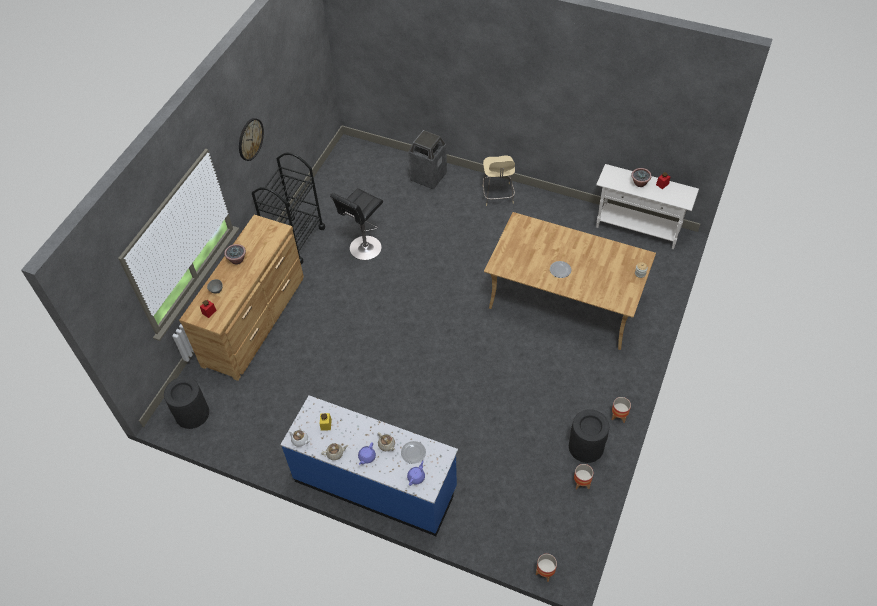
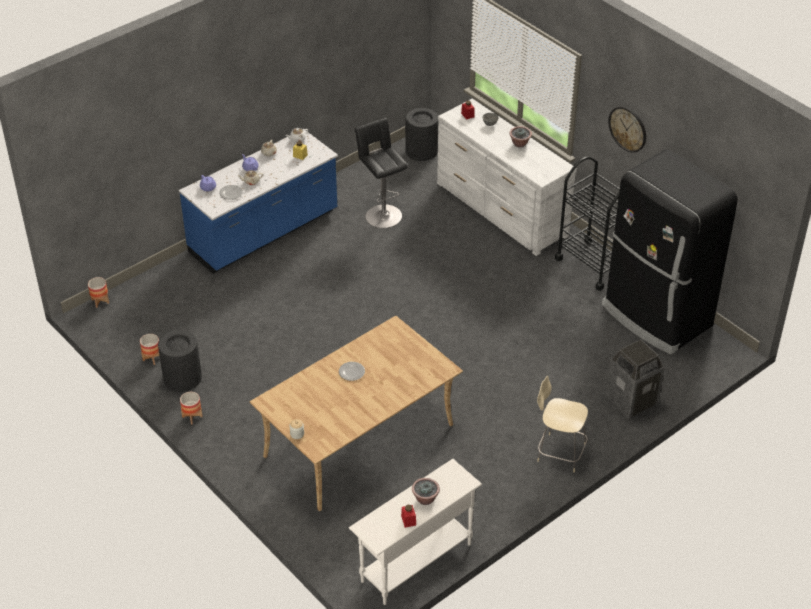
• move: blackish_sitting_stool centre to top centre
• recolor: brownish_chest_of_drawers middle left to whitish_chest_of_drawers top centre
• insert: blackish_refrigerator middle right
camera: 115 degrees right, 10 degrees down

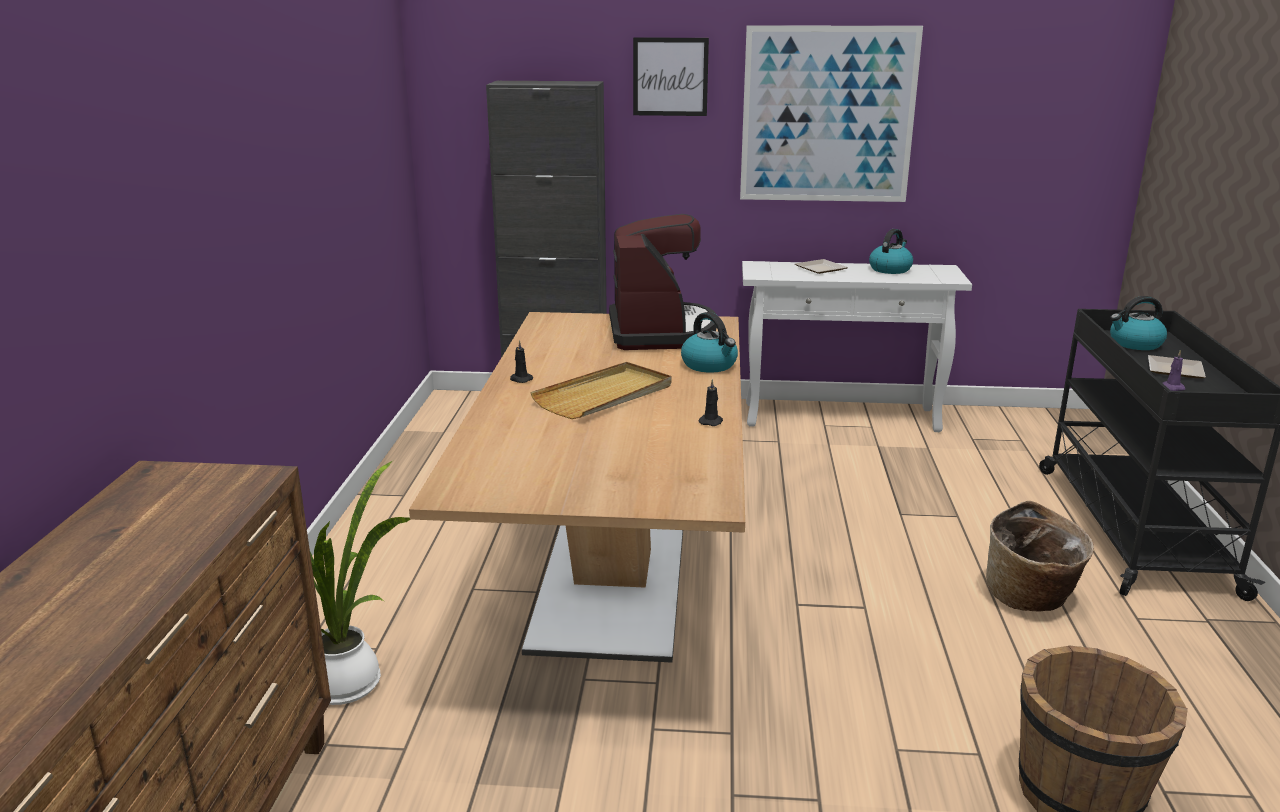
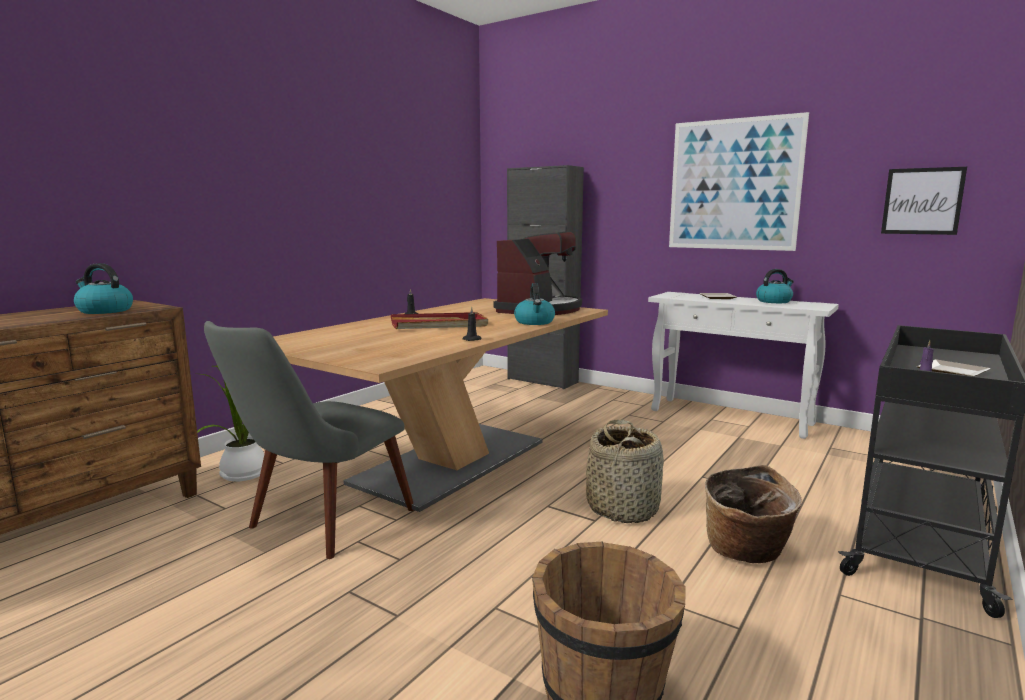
• move: picture (1st from left in the first image) top centre to picture (2nd from left) top right
• move: water_kettle (3rd from left in the first image) middle right to water_kettle (1st from left) middle left
• recolor: sand-coloured_tray centre to red-coloured_tray centre
• insert: greyish_plain_chair middle left
• insert: basket (1st from left) bottom centre
camera: 30 degrees right, 10 degrees down

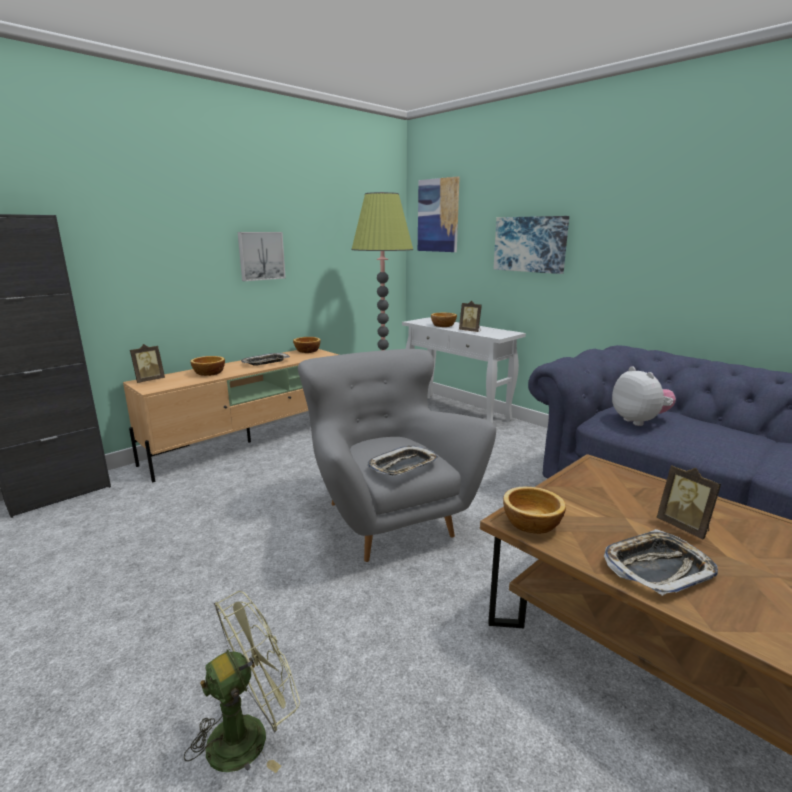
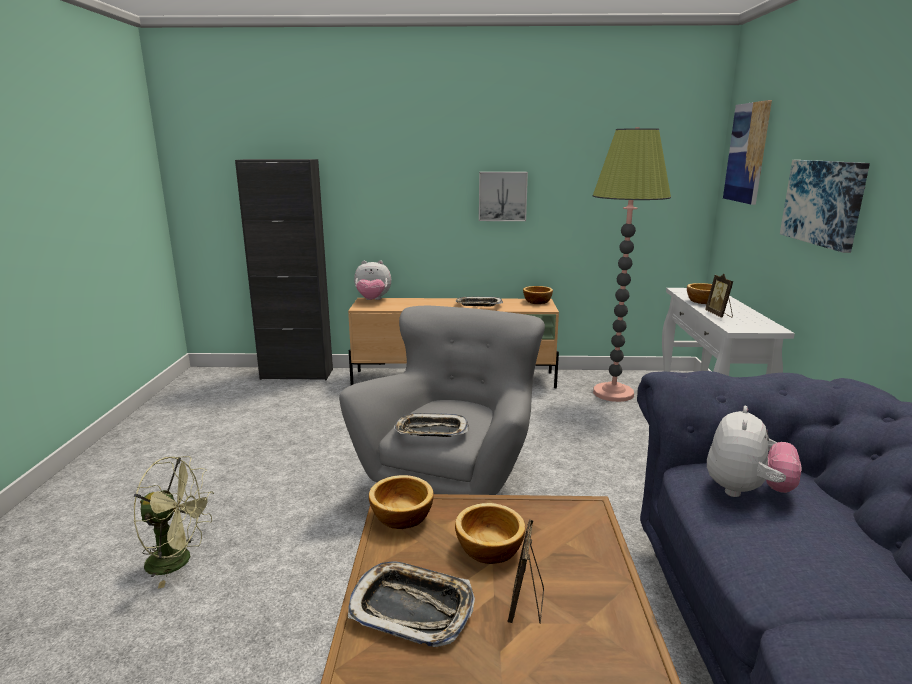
• replace: standing_frame (1st from left) middle left to cuddly_toy (1st from left) centre
• move: deep_dish (1st from left in the first image) middle left to deep_dish (2nd from left) bottom centre
camera: 45 degrees right, 0 degrees up

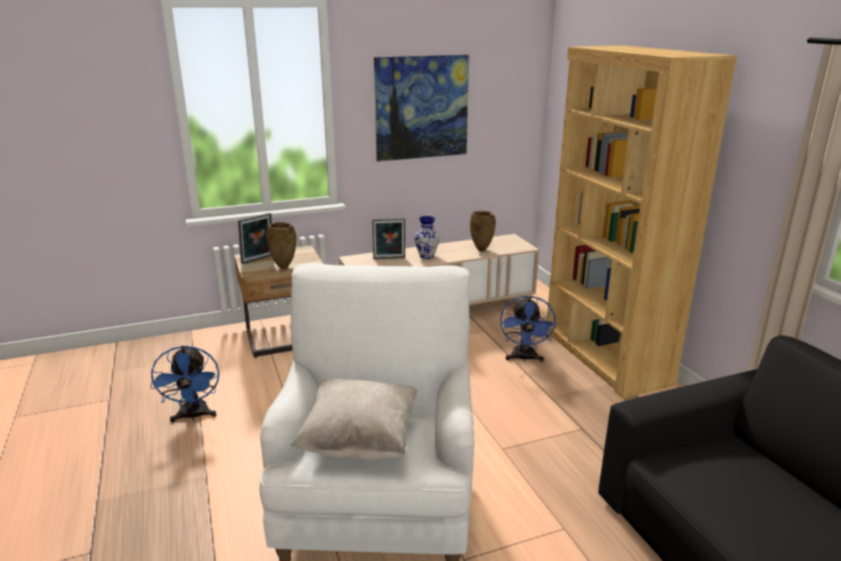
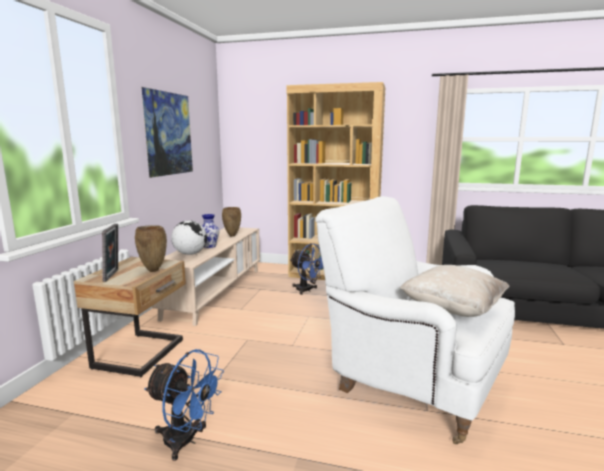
• replace: standing_frame (2nd from left) centre to world_globe middle left
camera: 55 degrees left, 10 degrees down

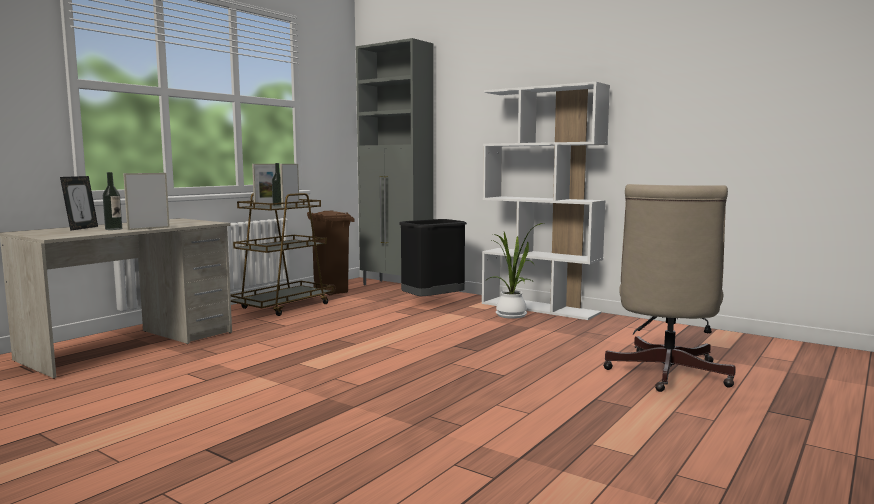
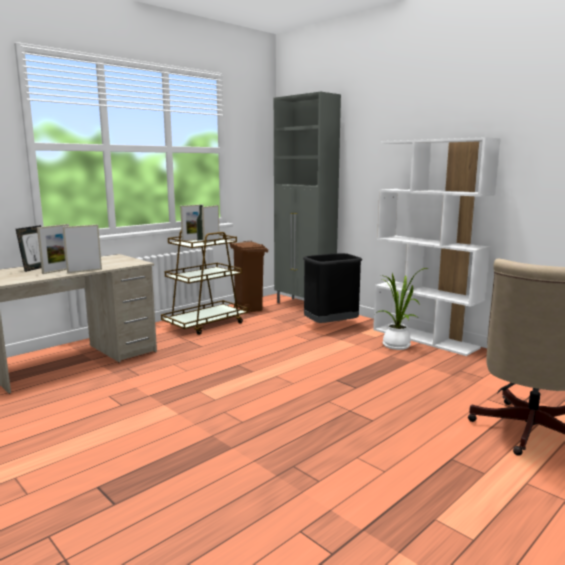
• replace: bottle (1st from left) middle left to standing_frame (2nd from left) middle left
camera: 10 degrees right, 5 degrees up

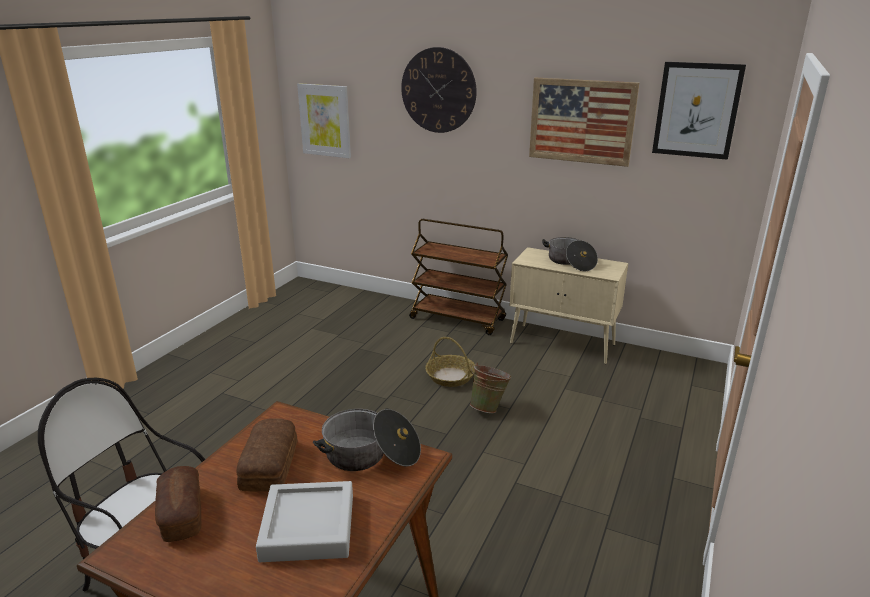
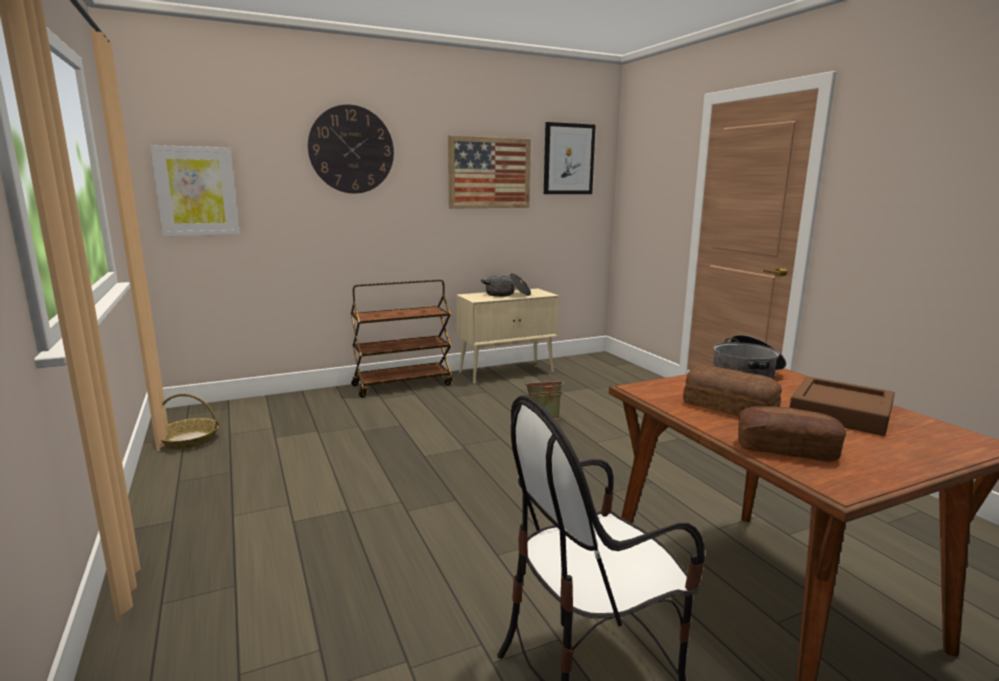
• move: basket centre to middle left
• recolor: greyish_tray bottom centre to brownish_tray middle right
camera: 50 degrees left, 10 degrees down

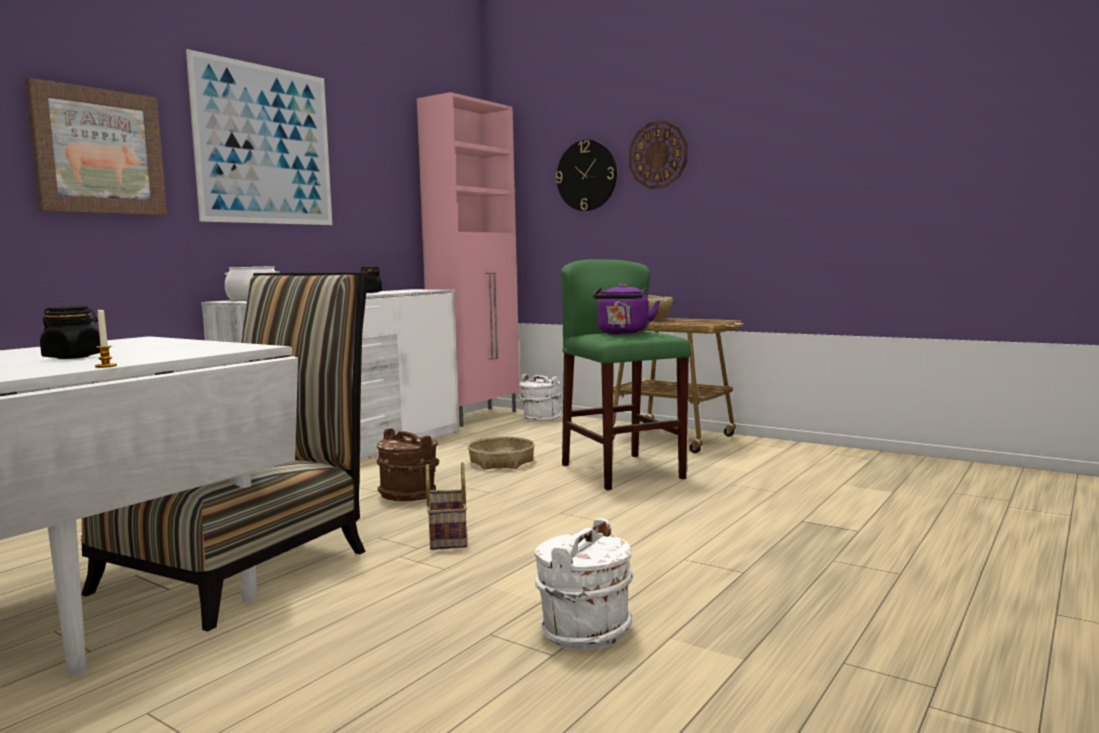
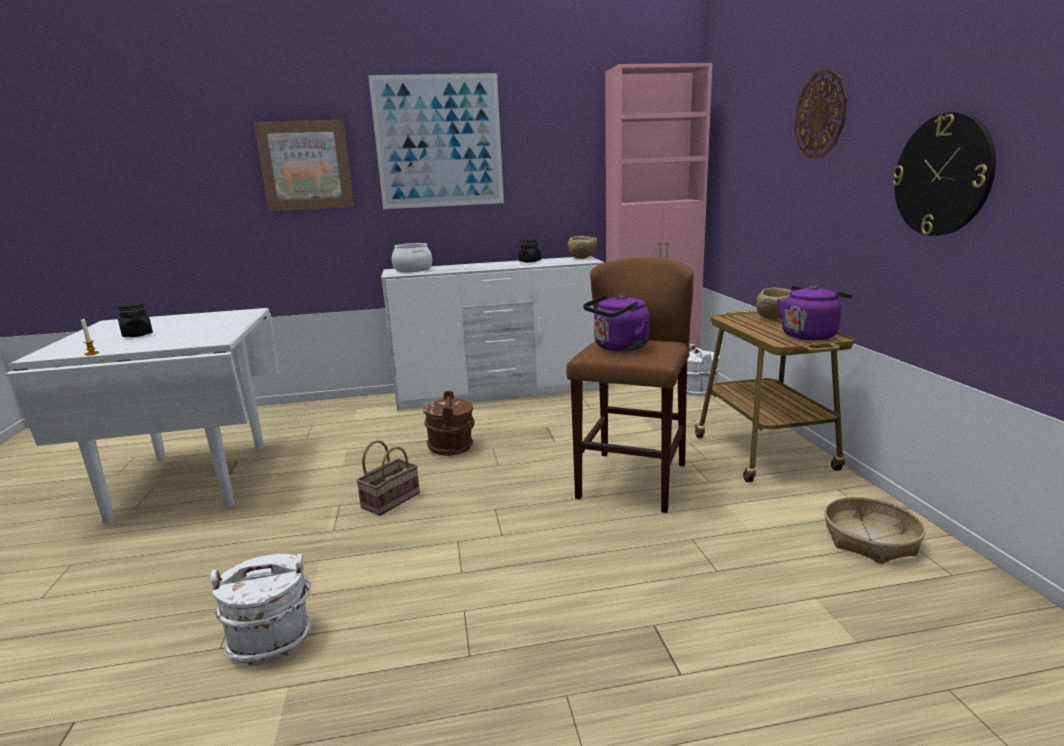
• move: clock_on_the_wall (1st from left in the first image) top centre to clock_on_the_wall (2nd from left) top right
• recolor: green-coloured_sitting_stool centre to brownish_sitting_stool centre
• delete: plain_chair middle left
• move: basket (2nd from left) centre to bottom right
• insert: sand-coloured_deep_dish (1st from left) top centre
• insert: purplish_water_kettle (2nd from left) middle right
camera: 45 degrees right, 10 degrees up

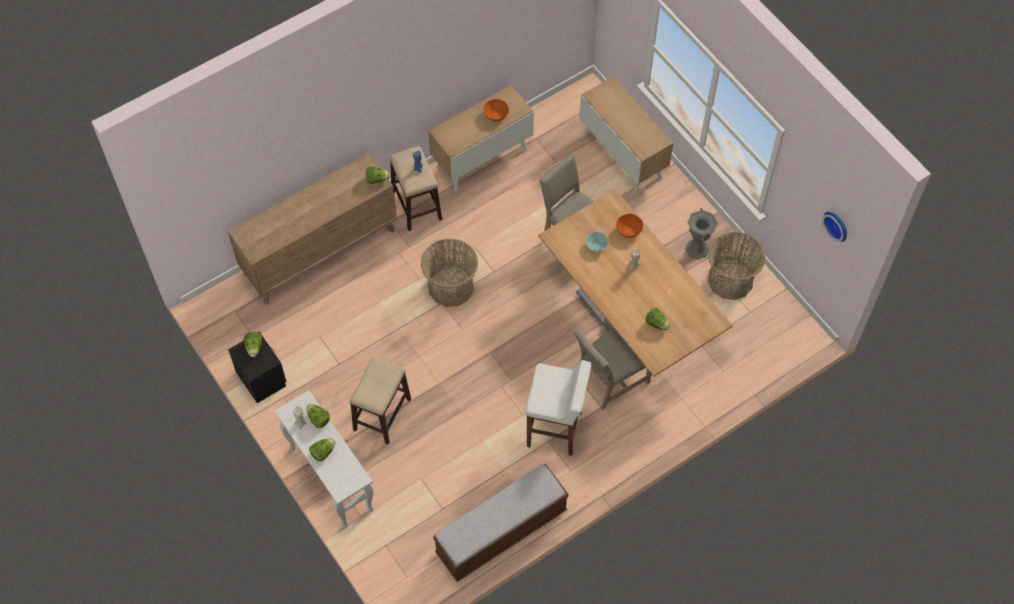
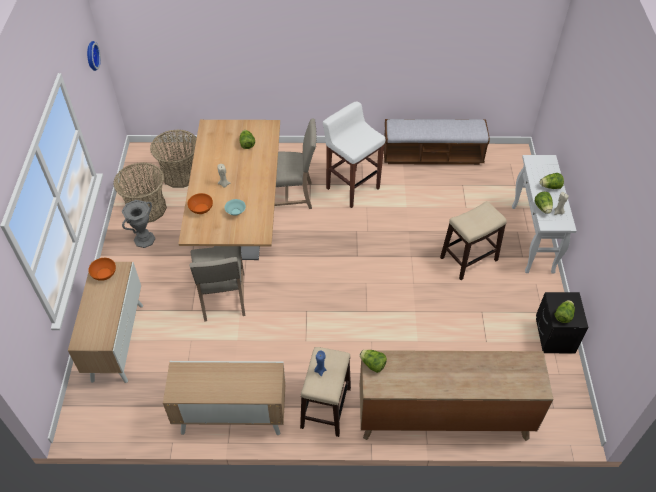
• move: orangey_deep_dish (1st from left) top centre to middle left
• move: basket (1st from left in the first image) centre to basket (2nd from left) top left
camera: 145 degrees left, 10 degrees down

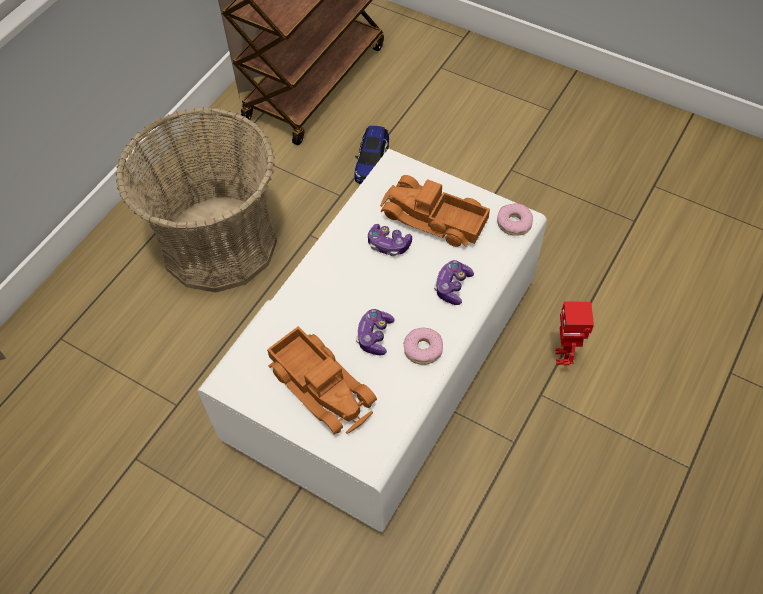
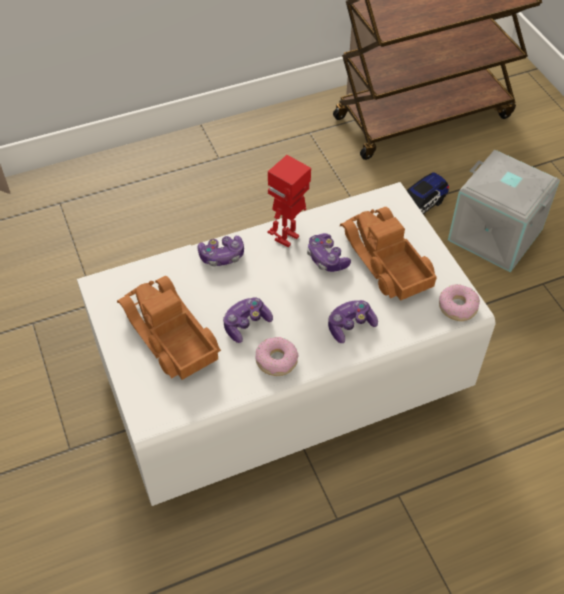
• delete: basket middle left
• move: robot_figure middle right to centre
• rotate: toy_truck (1st from left) centre = middle left 150 degrees clockwise
• insert: greyish_storage_container middle right
• insert: game_controller (1st from left) centre
camera: 35 degrees right, 5 degrees down

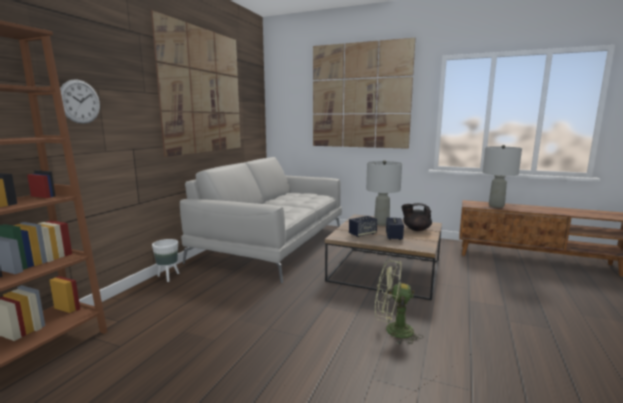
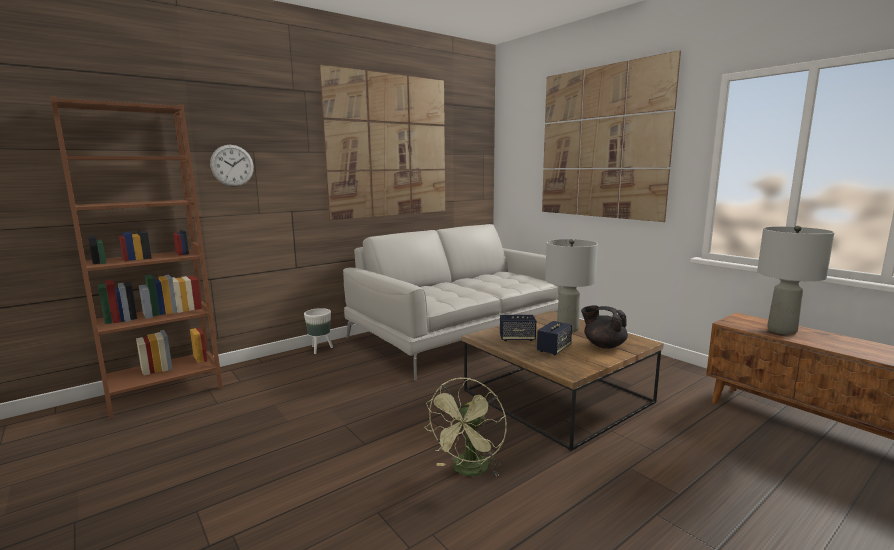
• rotate: green-coloured_fan bottom centre = bottom centre 105 degrees counterclockwise
camera: 30 degrees right, 0 degrees up

